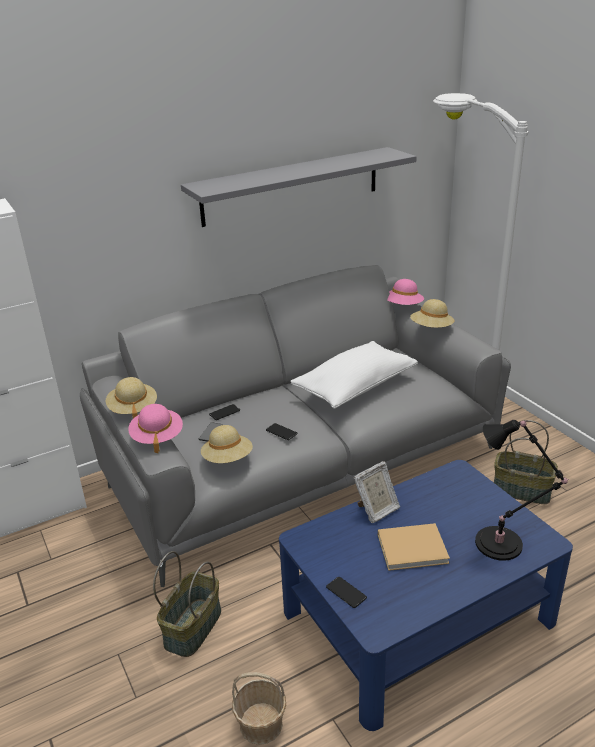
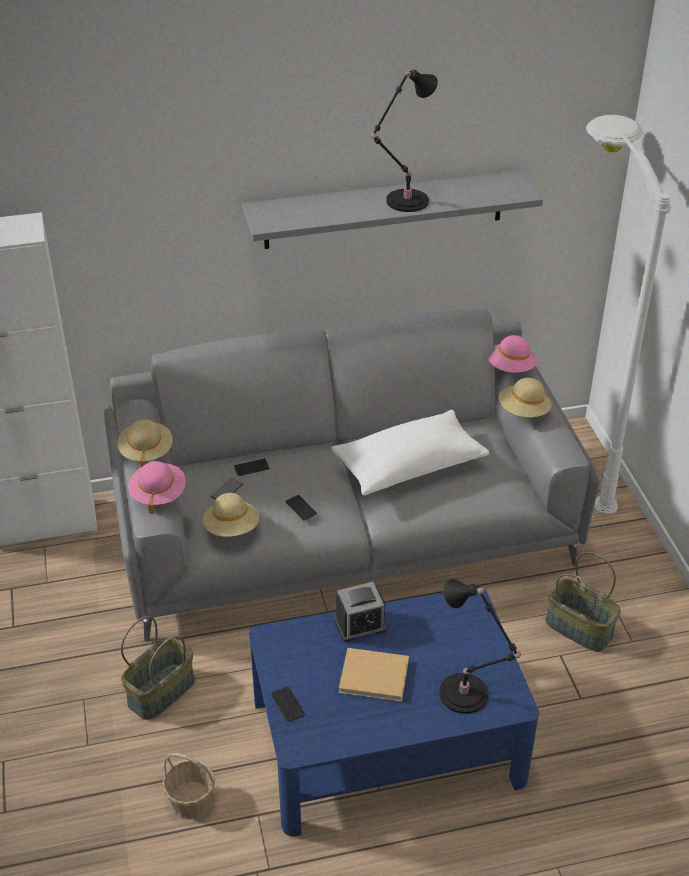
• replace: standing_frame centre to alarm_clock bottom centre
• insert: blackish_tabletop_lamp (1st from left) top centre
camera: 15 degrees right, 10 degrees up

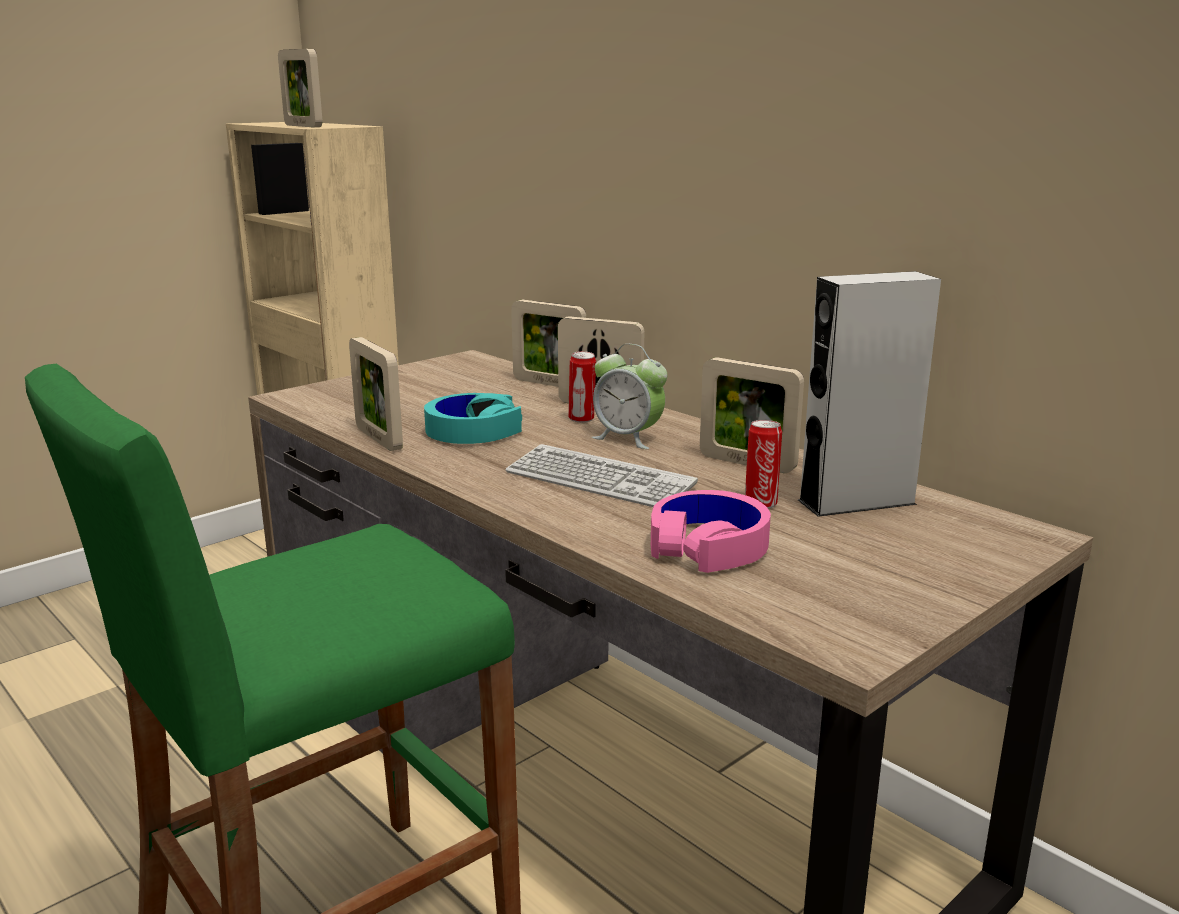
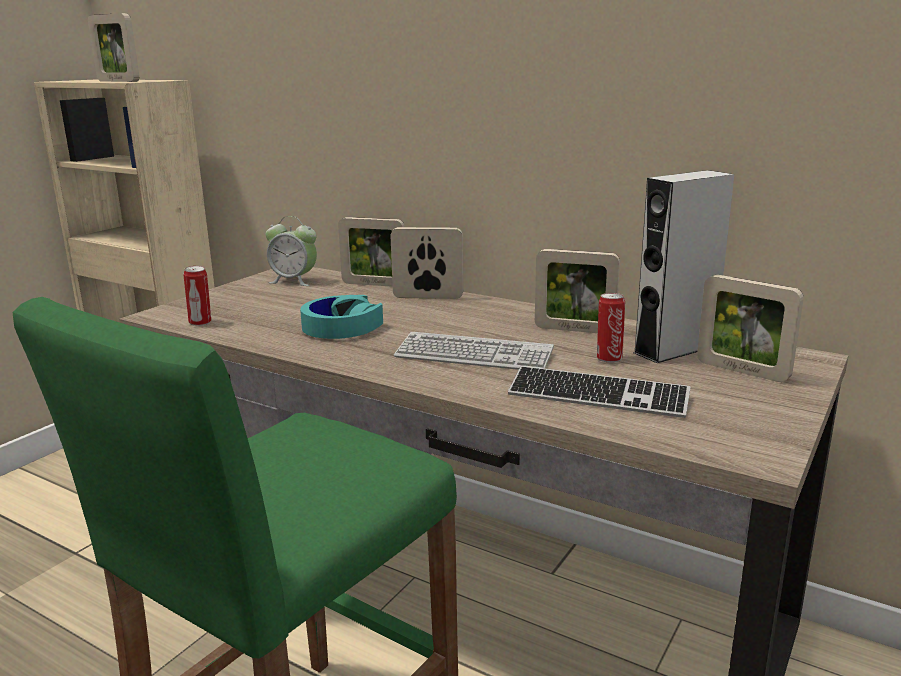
• move: standing_frame (2nd from left in the first image) middle left to standing_frame (5th from left) middle right
• move: alarm_clock centre to middle left
• move: metal_can (1st from left) centre to middle left
• replace: pink_headset centre to computer_keyboard (2nd from left) centre
camera: 15 degrees left, 0 degrees up

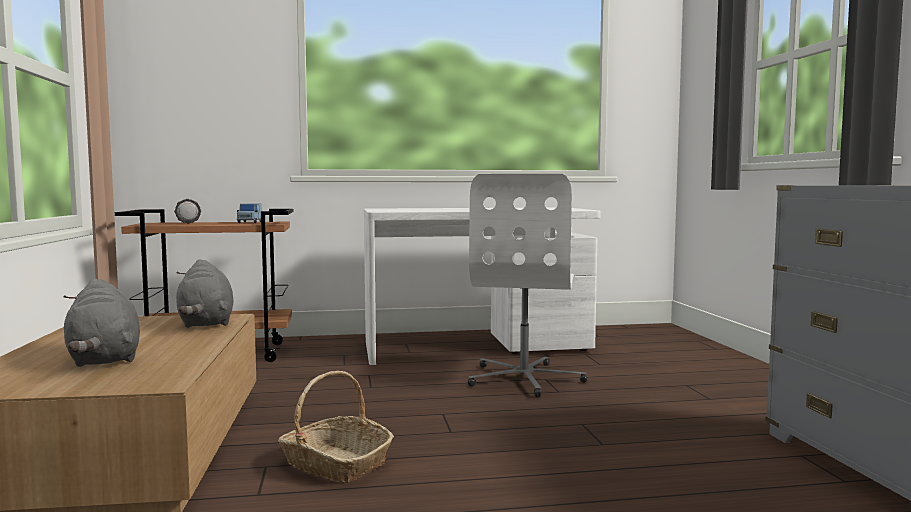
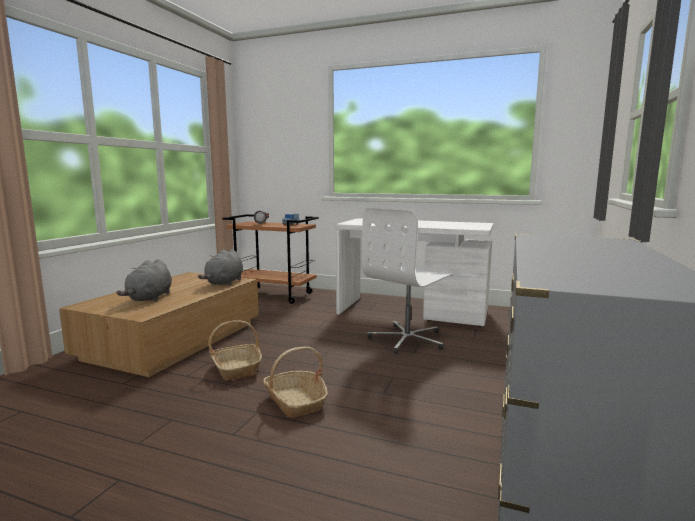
• insert: basket (2nd from left) bottom centre
camera: 30 degrees right, 5 degrees up

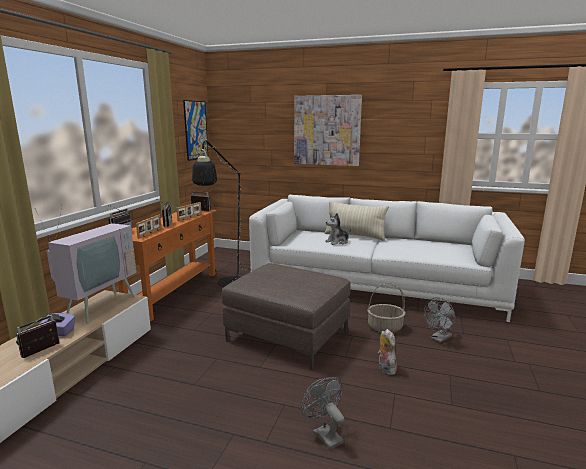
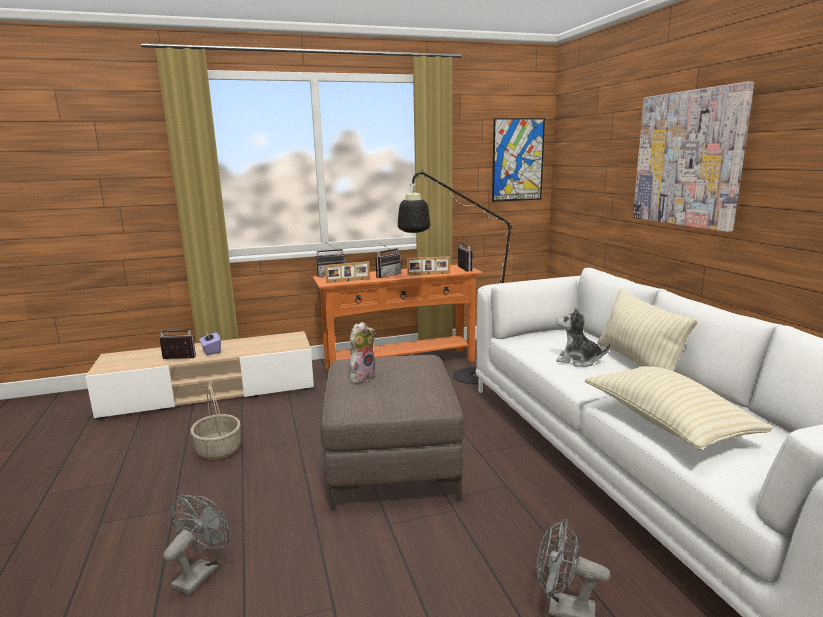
• delete: television middle left
• move: basket centre to bottom left
• move: cuddly_toy (2nd from left in the first image) bottom centre to cuddly_toy (1st from left) centre
• insert: sand-coloured_cushion (2nd from left) middle right
camera: 55 degrees right, 0 degrees up

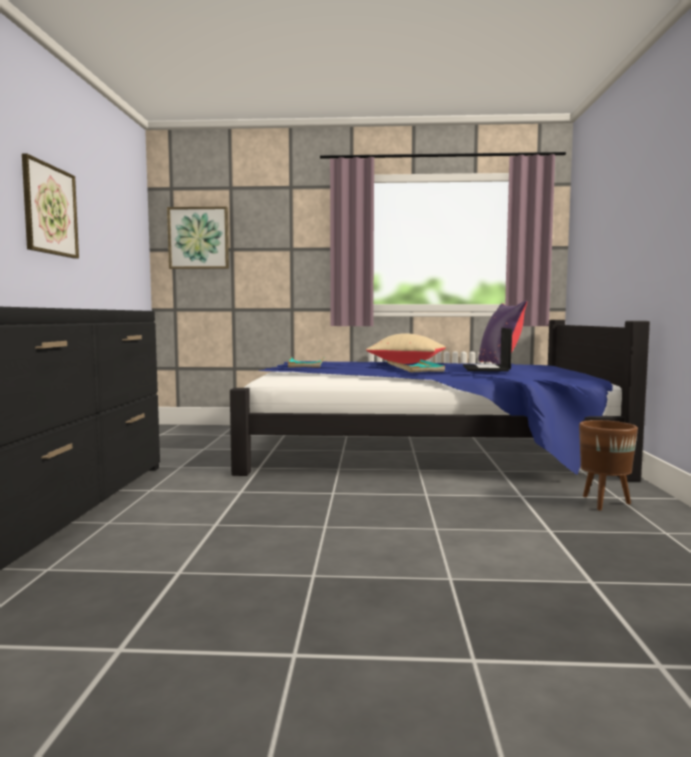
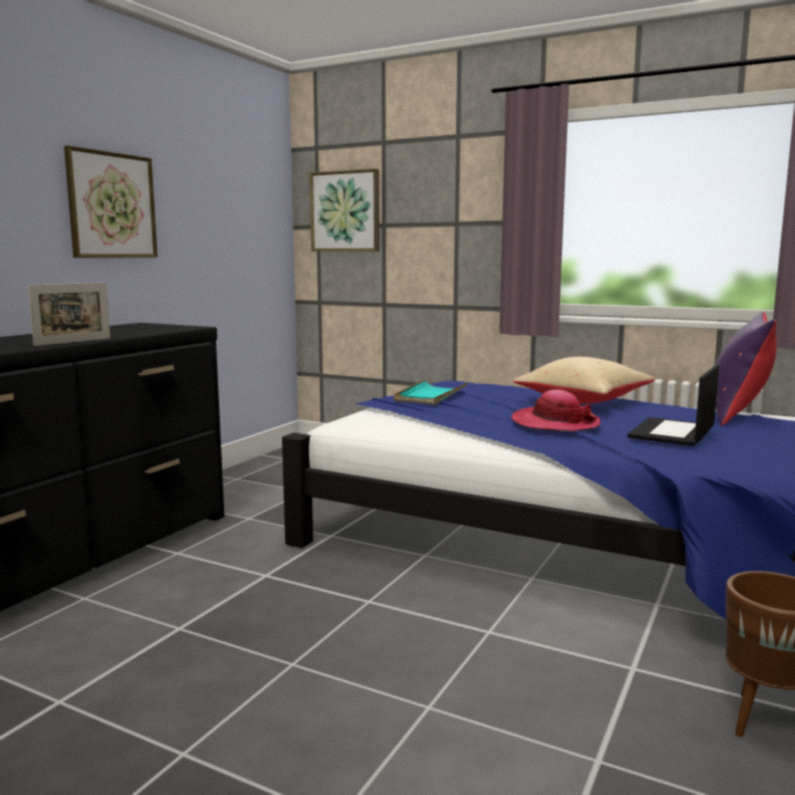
• replace: turquoise_tray (2nd from left) centre to hat middle right
• insert: standing_frame middle left
camera: 25 degrees right, 5 degrees up

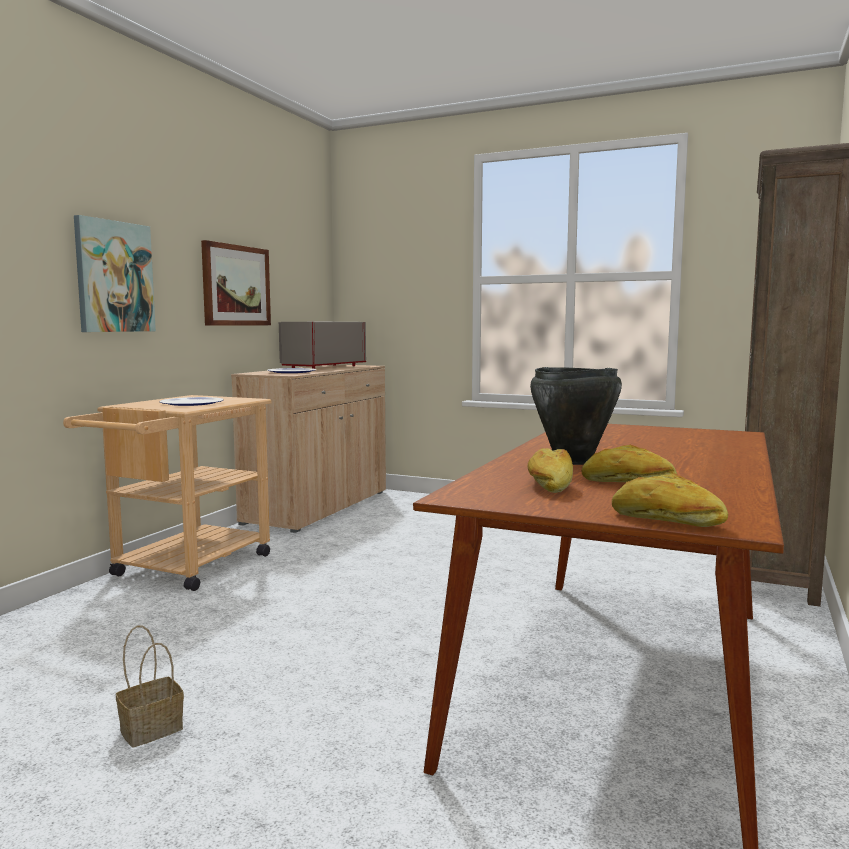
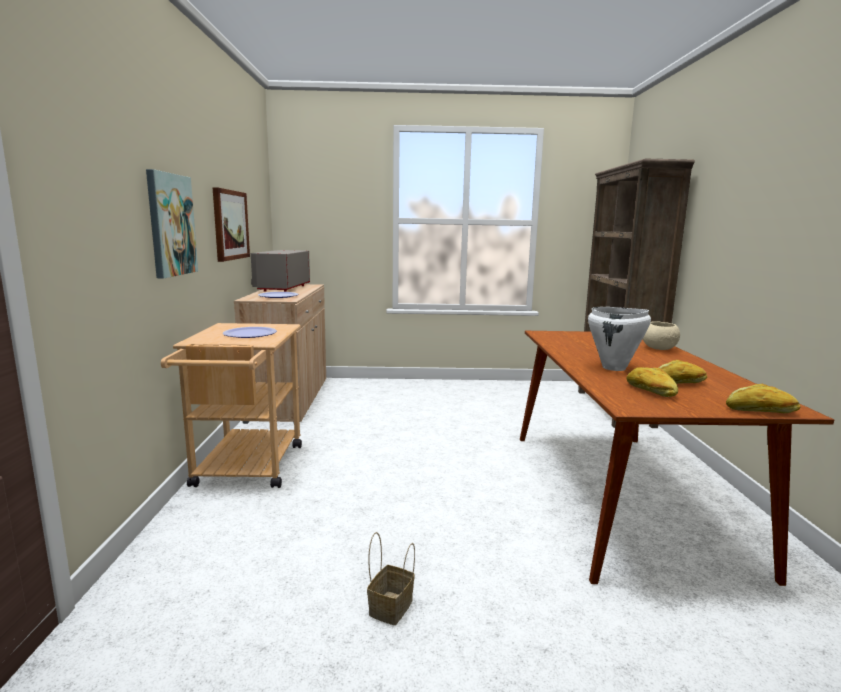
• recolor: blackish_cooking_pot middle right to whitish_cooking_pot middle right
• insert: sand-coloured_deep_dish middle right
camera: 25 degrees left, 5 degrees up

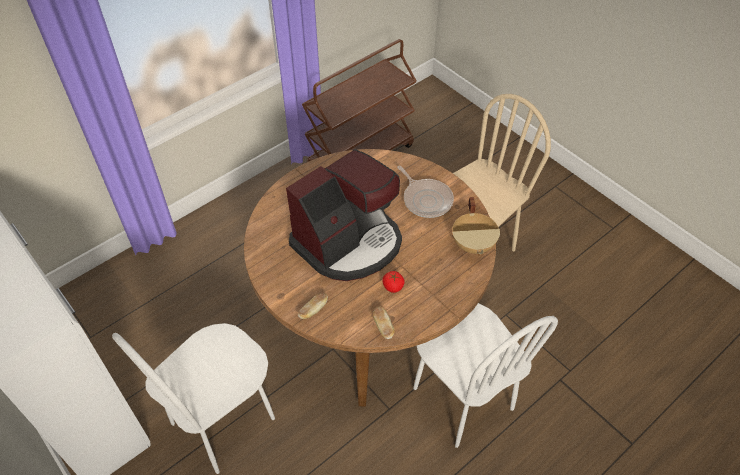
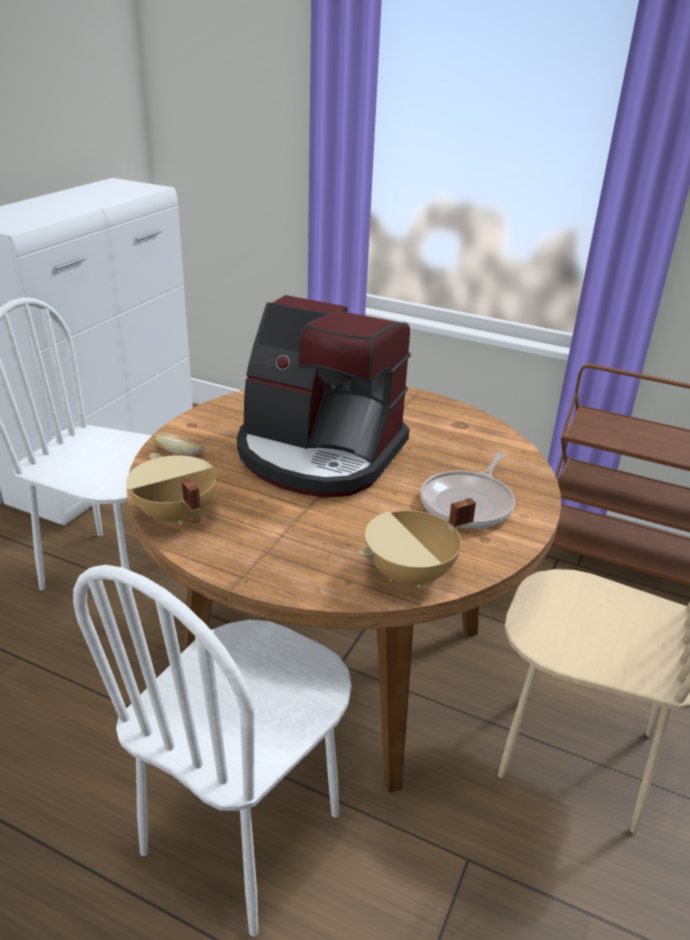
• delete: fresh_tomato centre
• replace: bakery_bread (2nd from left) bottom centre to sand-coloured_cooking_pot (1st from left) middle left
camera: 65 degrees right, 20 degrees down

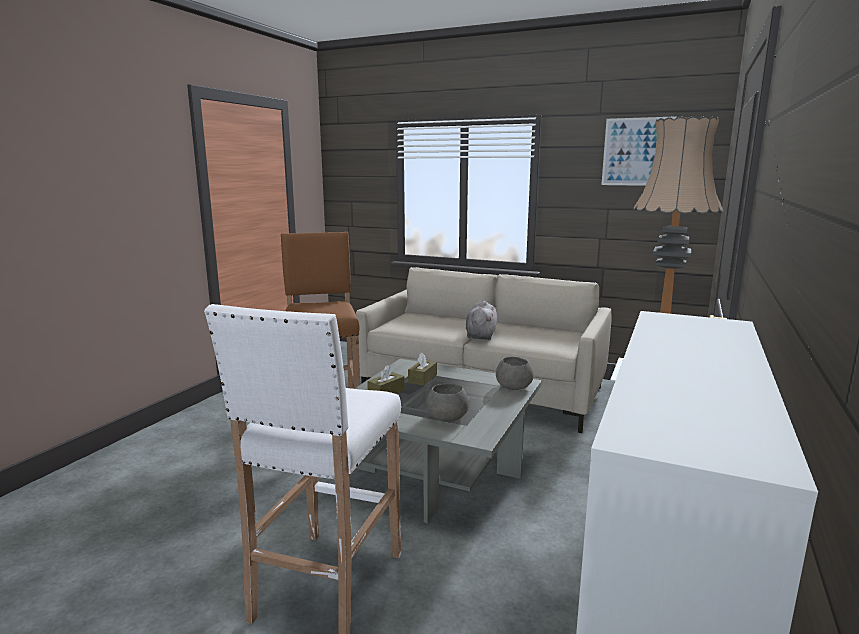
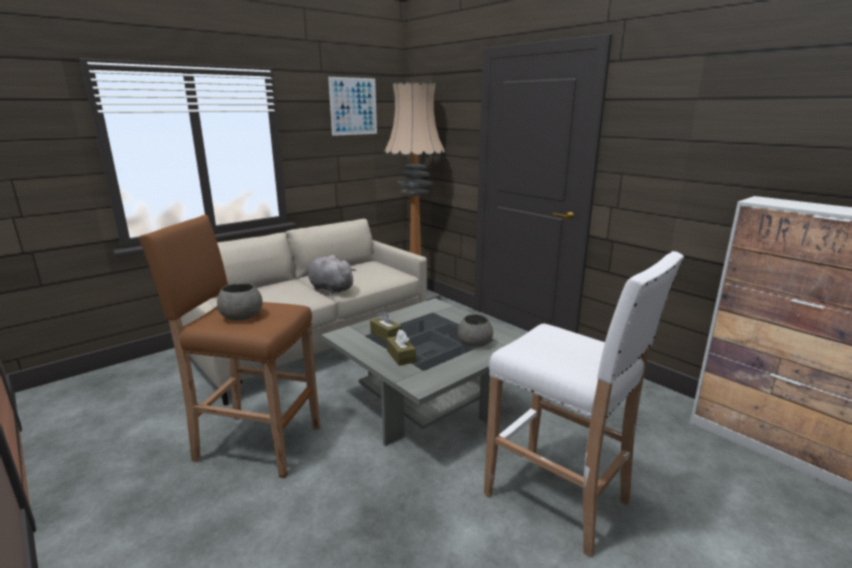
• move: greyish_deep_dish (2nd from left in the first image) centre to greyish_deep_dish (1st from left) middle left
camera: 65 degrees left, 5 degrees up

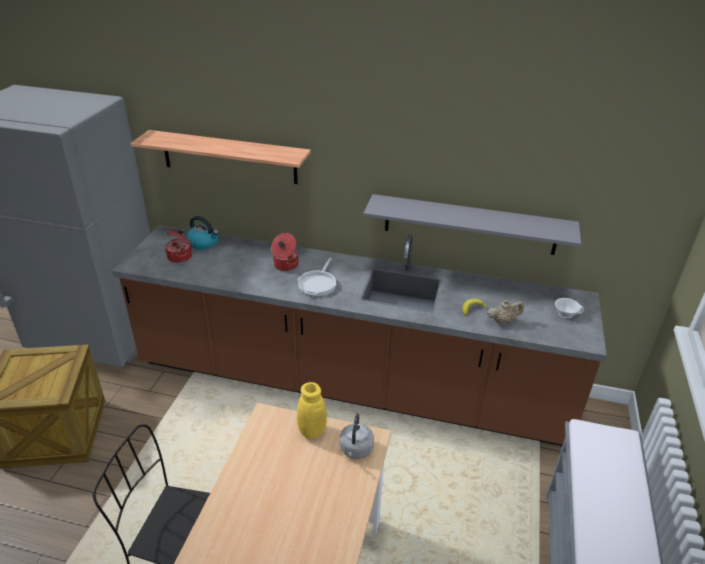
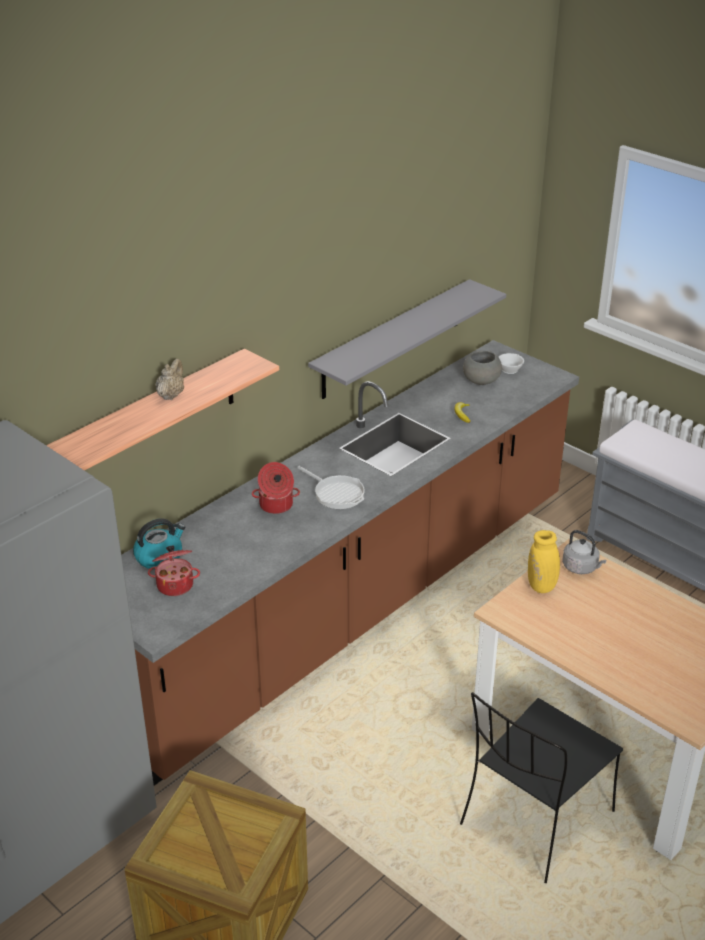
• move: sand-coloured_teapot middle right to middle left
• insert: greyish_deep_dish middle right
camera: 60 degrees left, 0 degrees up

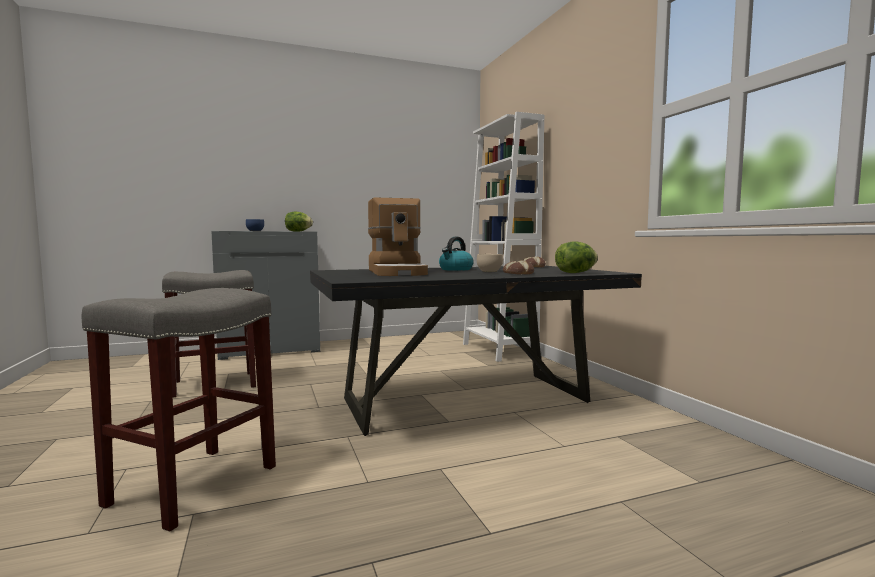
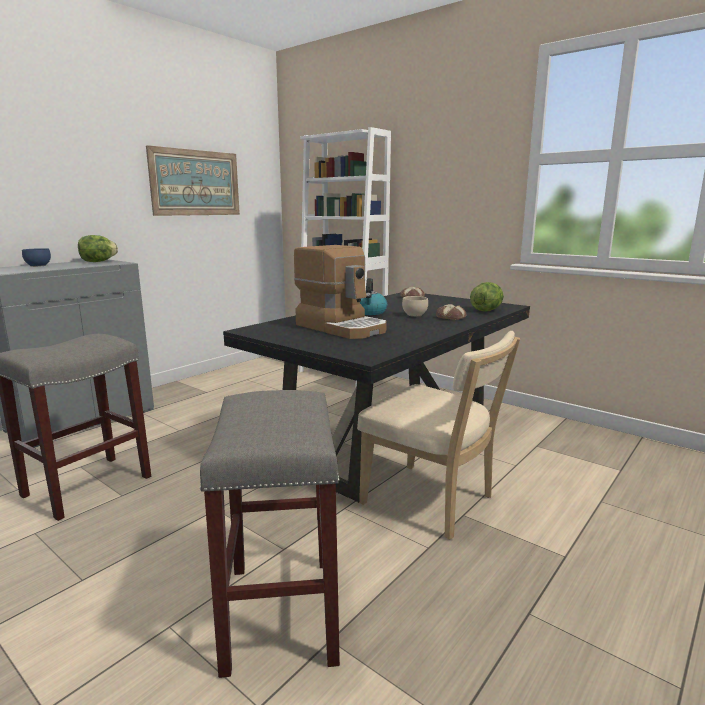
• insert: picture top left
• insert: sand-coloured_plain_chair centre
camera: 30 degrees left, 10 degrees up

